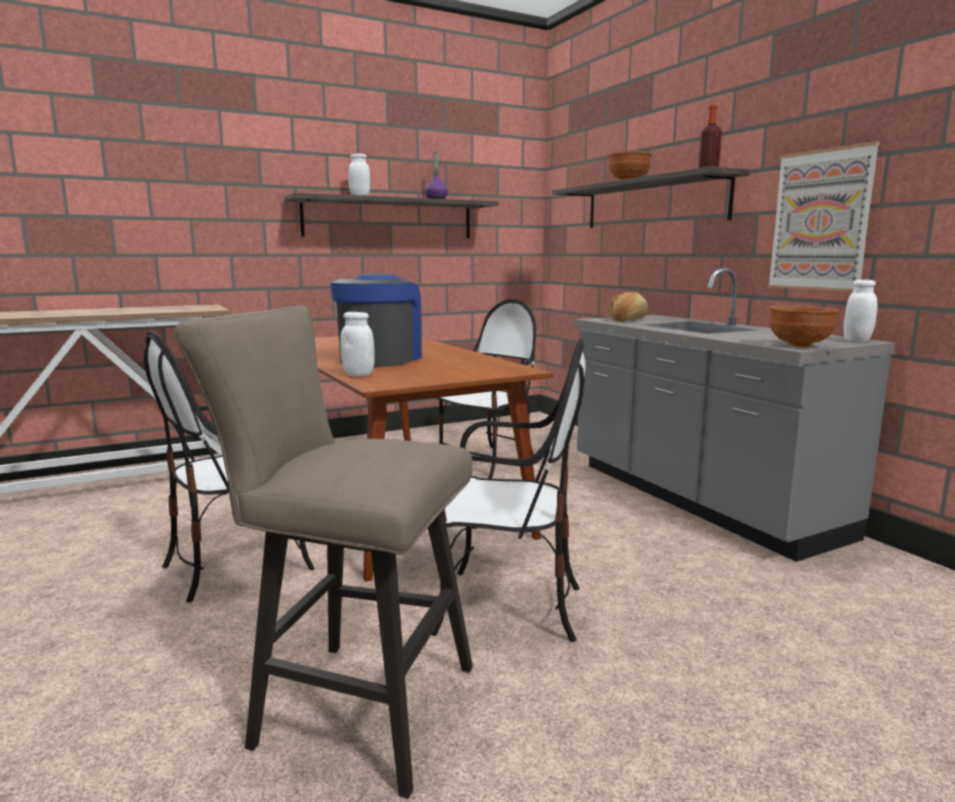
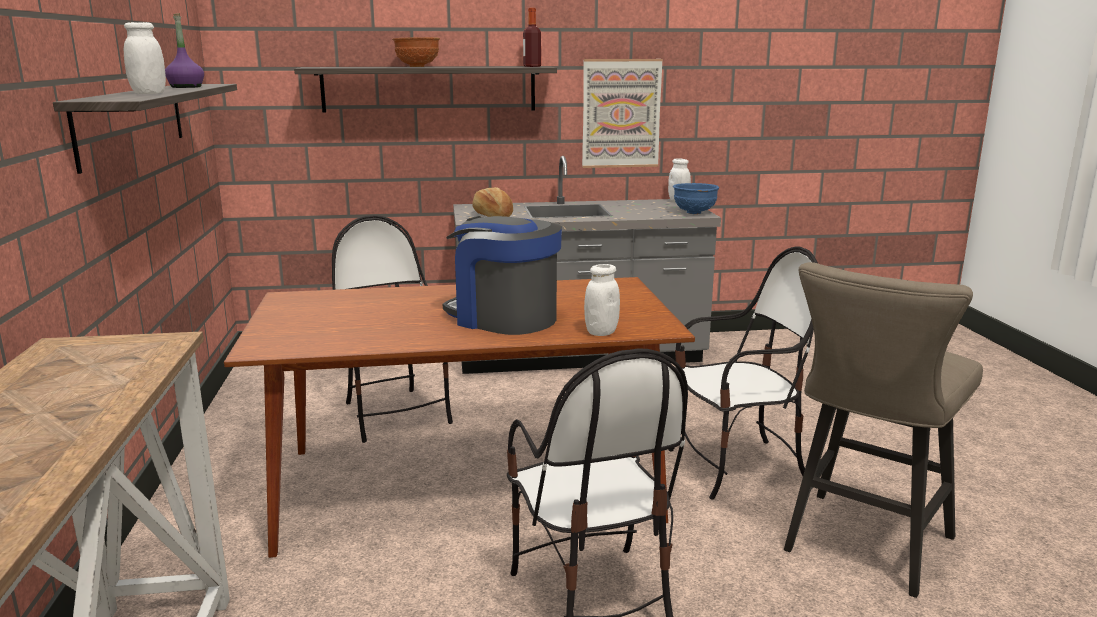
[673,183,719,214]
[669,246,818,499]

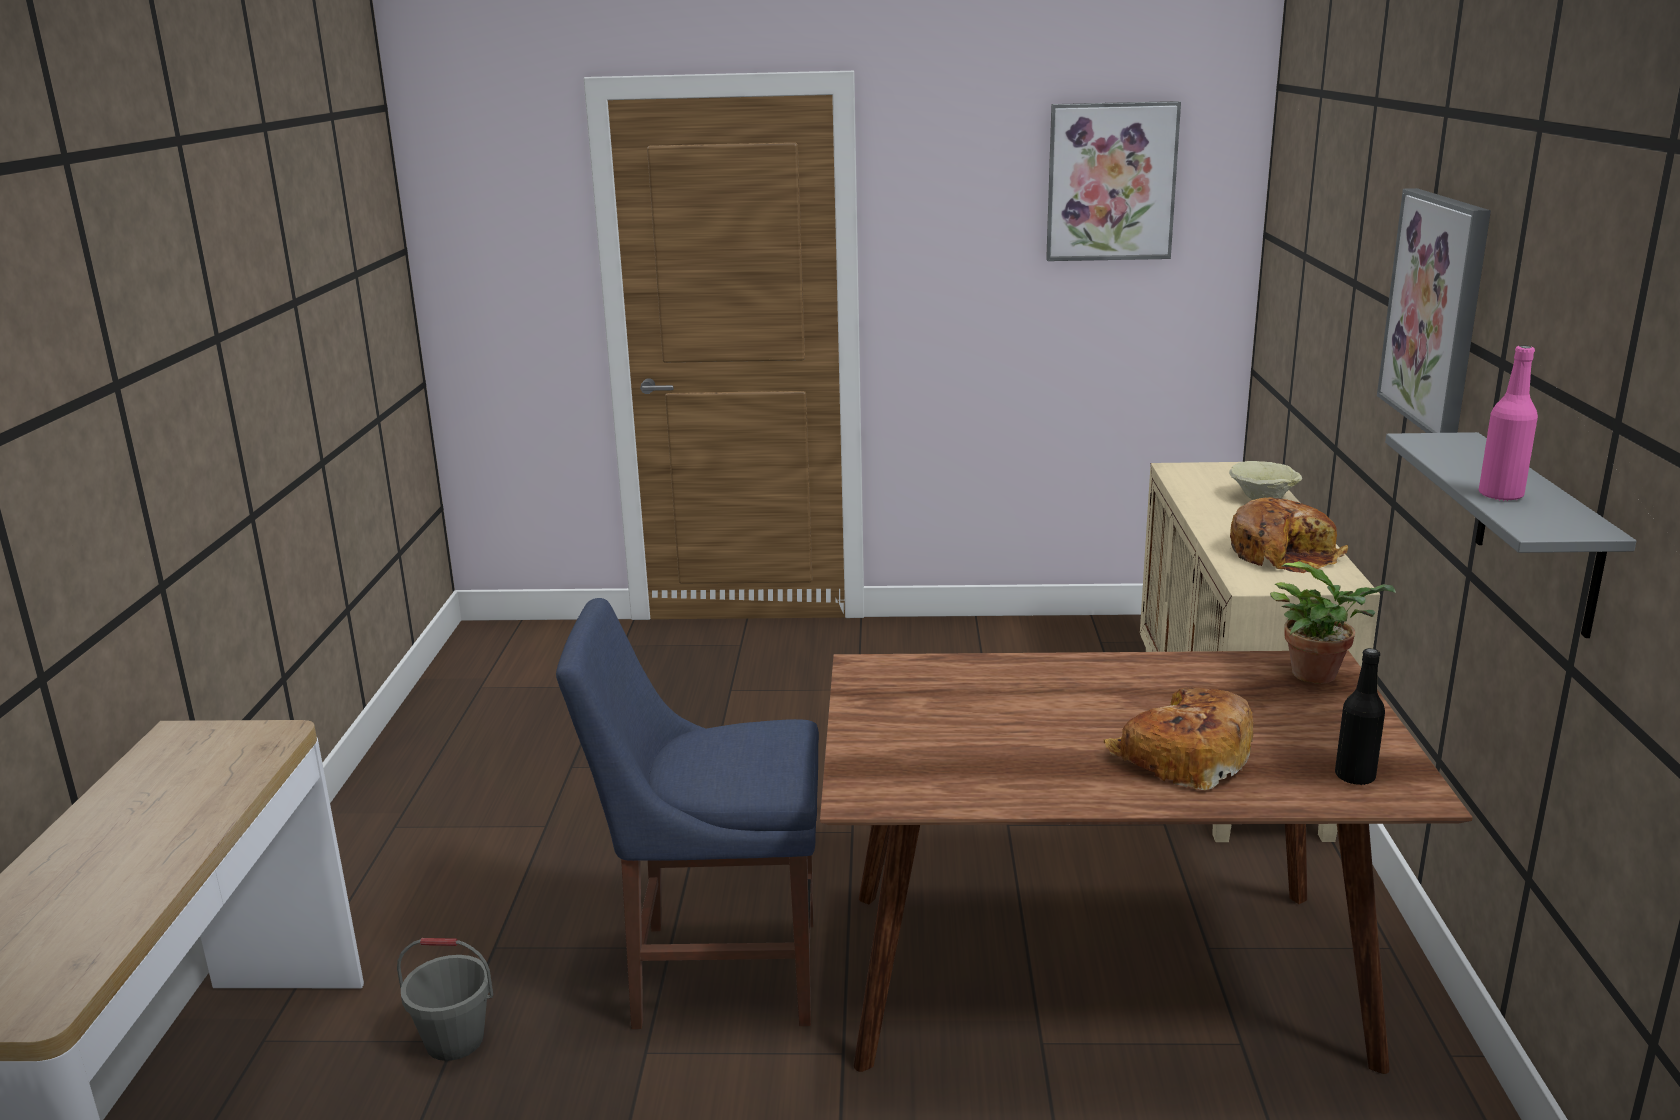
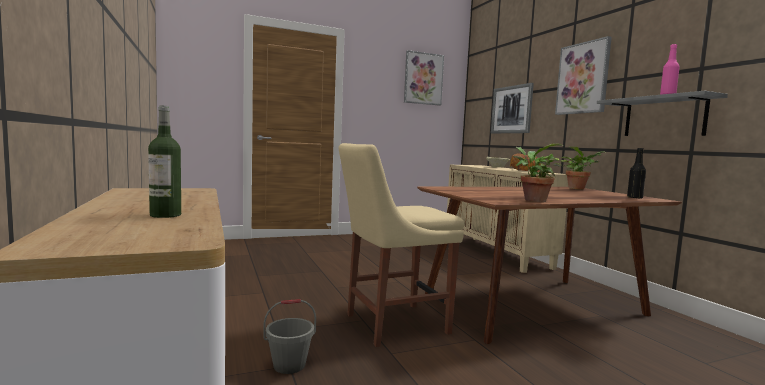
[1104,687,1253,790] (first image)
[148,105,181,218]
[491,83,534,133]
[514,144,562,202]
[339,143,464,347]

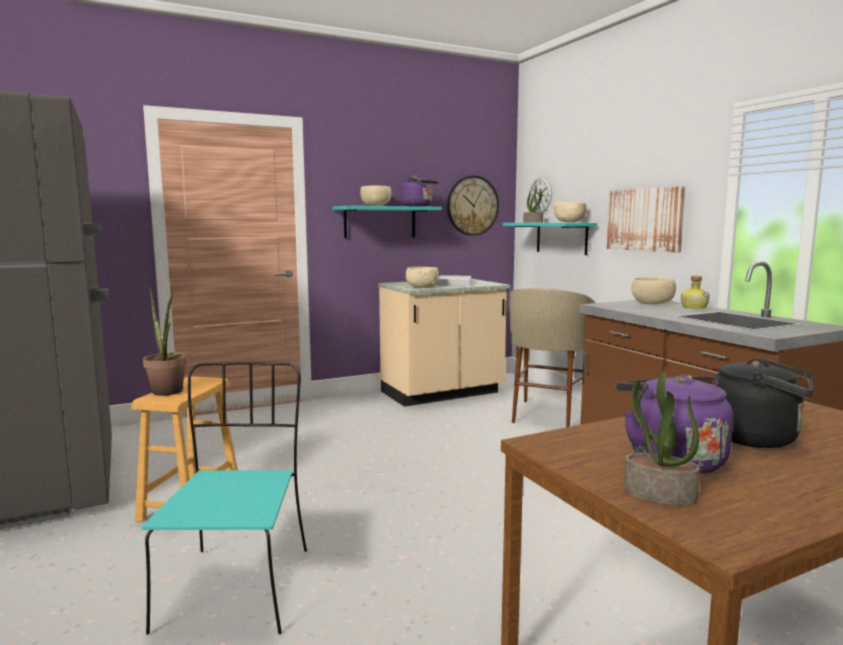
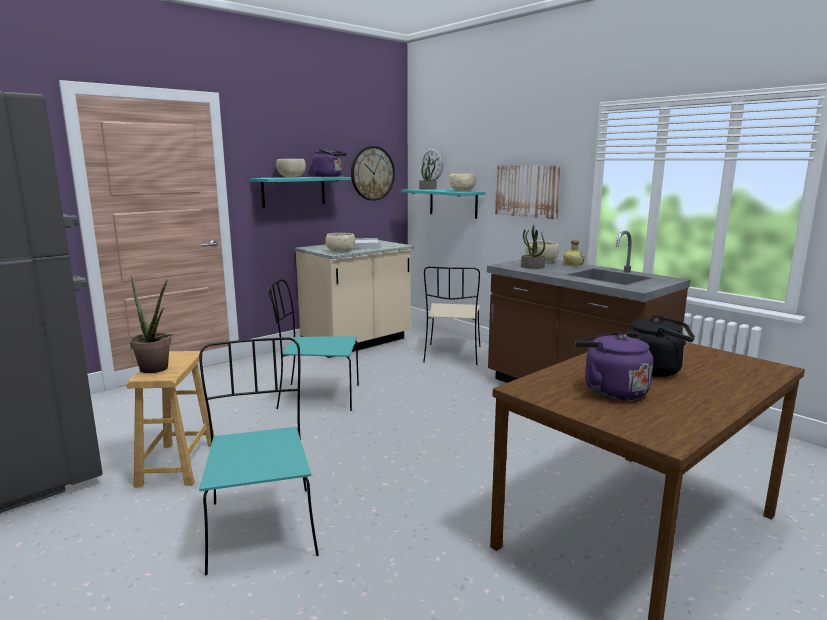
[267,279,359,411]
[521,225,545,269]
[423,267,481,365]

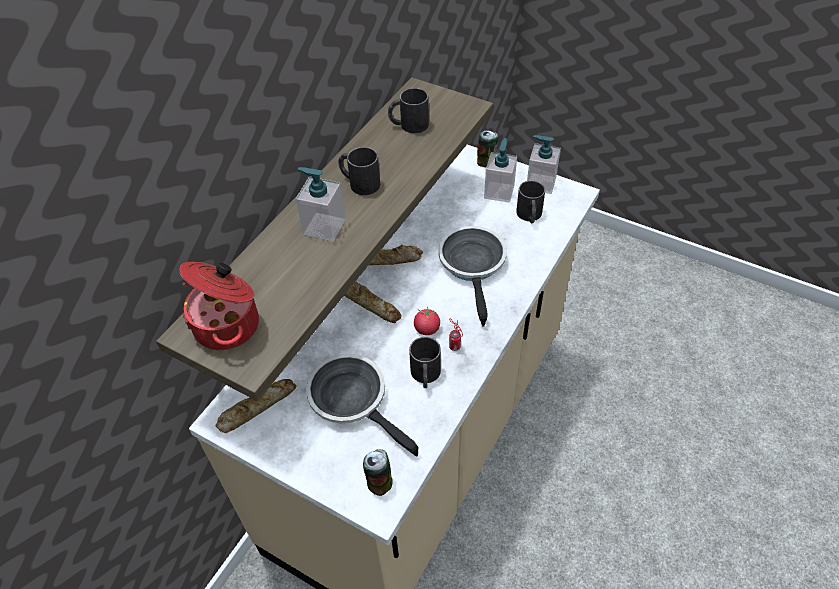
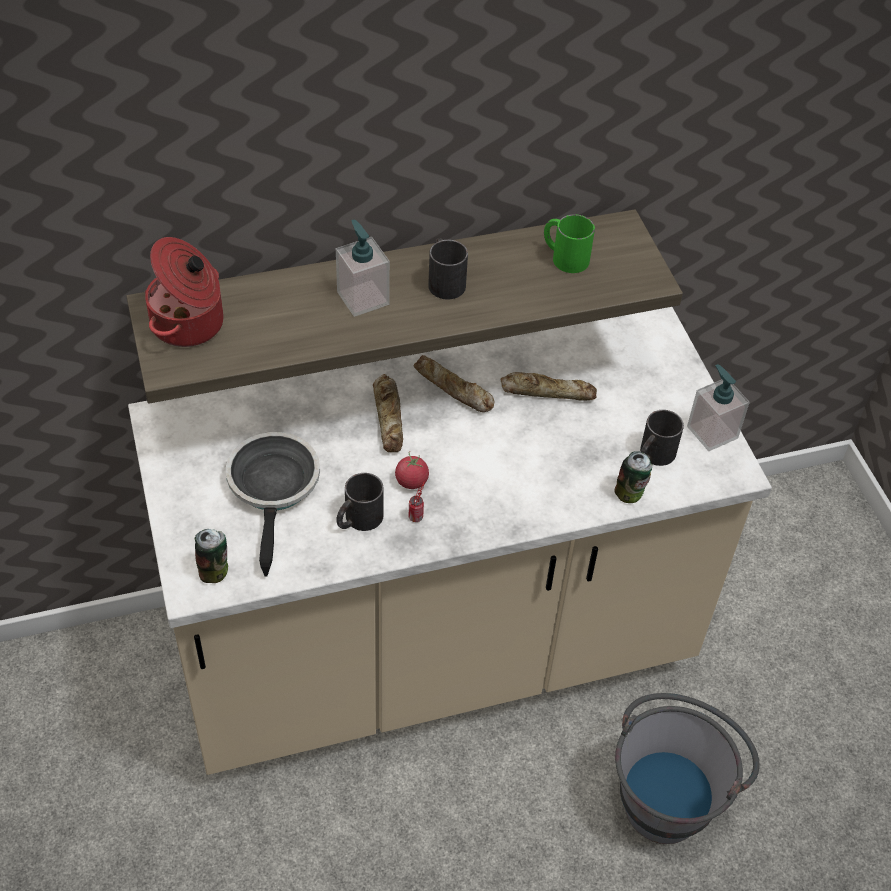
[439,226,507,326] (first image)
[484,138,517,203] (first image)
[615,693,760,844]
[500,372,597,401]
[614,451,652,503]
[544,214,595,273]

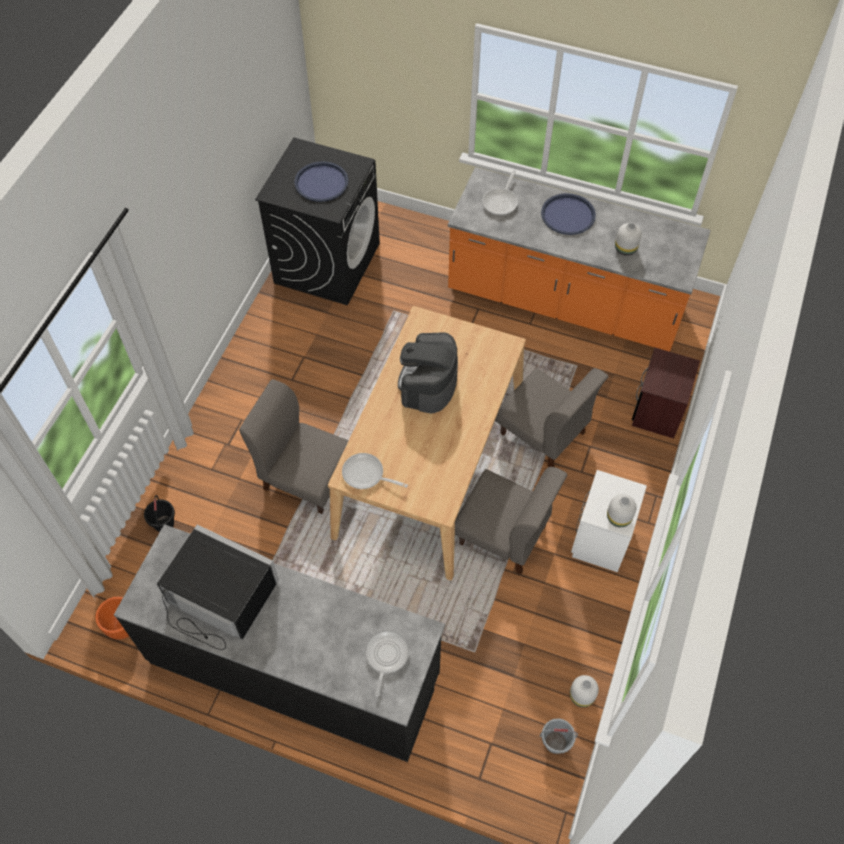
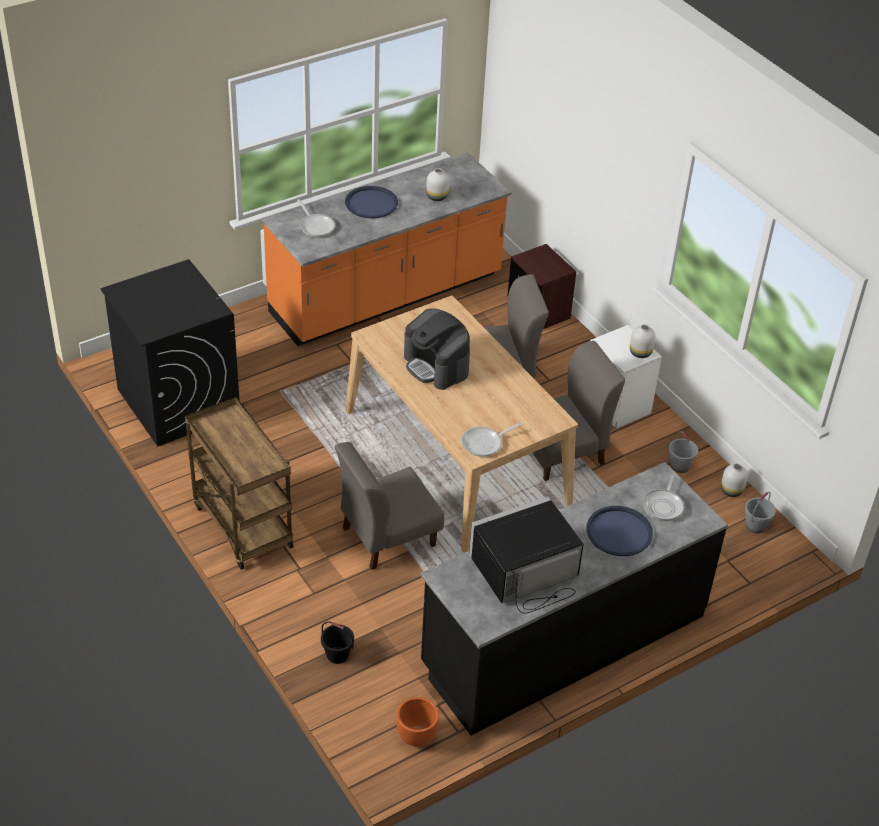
[185,397,294,570]
[668,431,698,473]
[586,506,653,556]
[643,474,684,522]

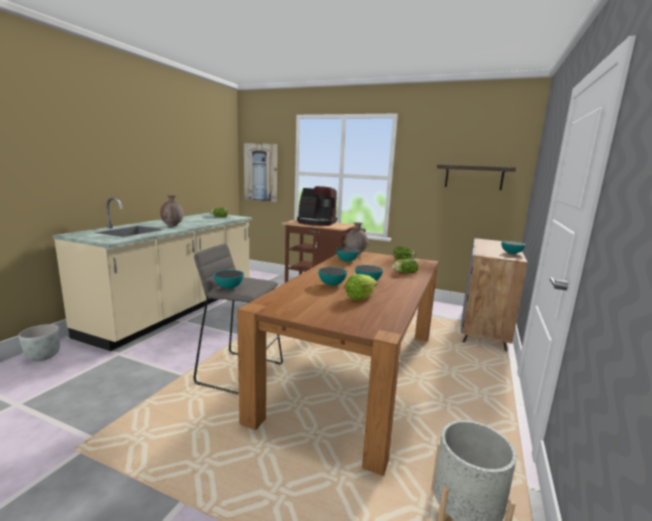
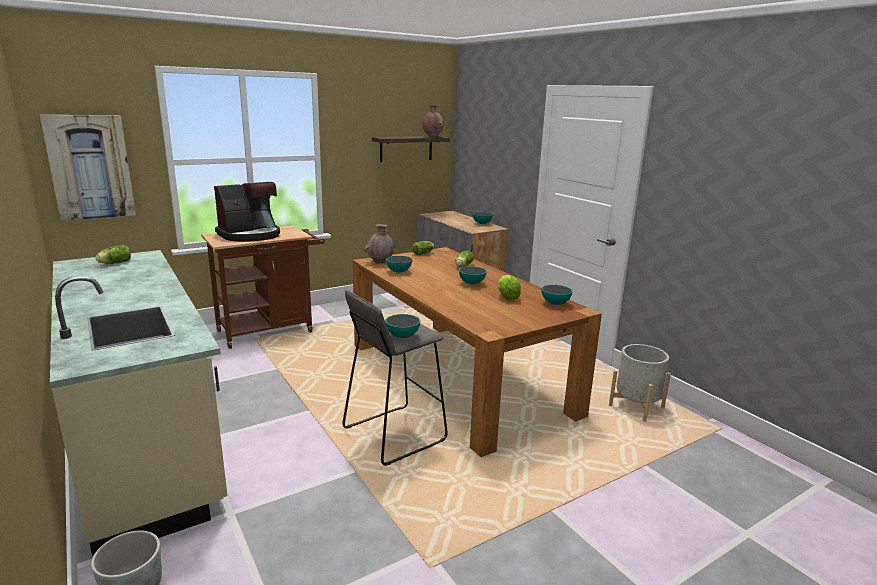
[423,105,444,137]
[541,285,573,305]

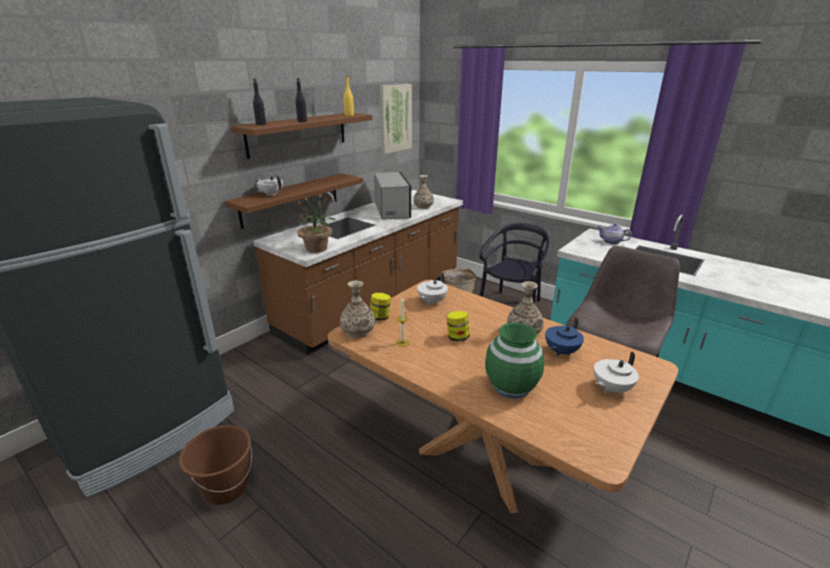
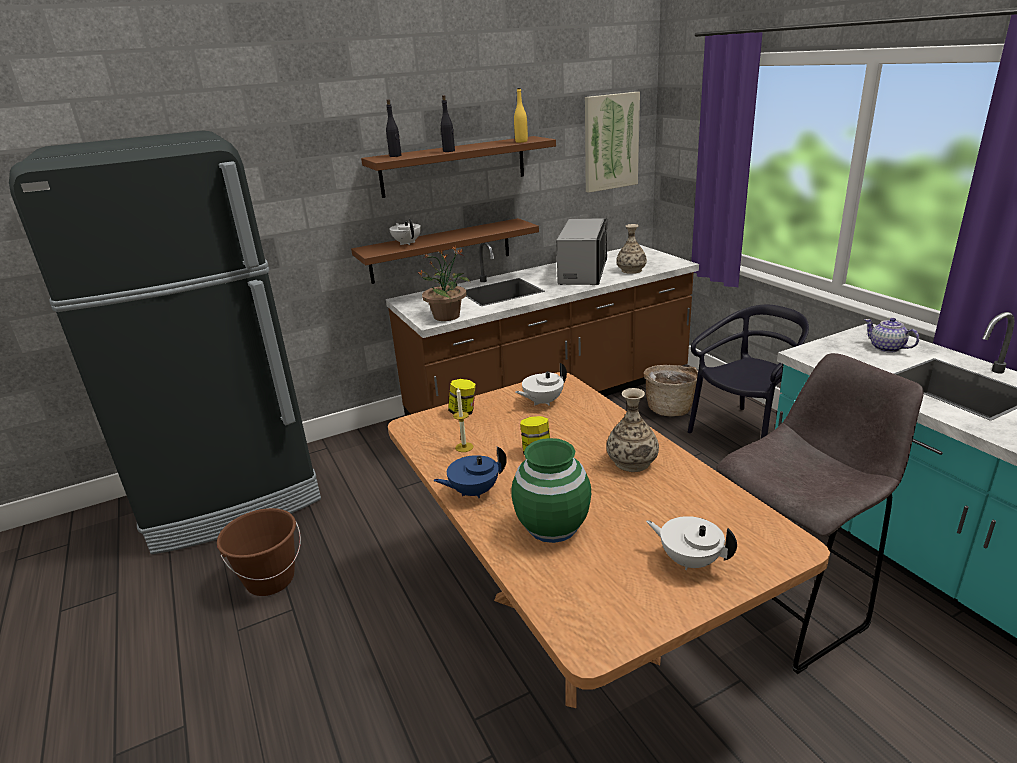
[340,281,375,338] (first image)
[433,446,507,498]
[646,516,737,570]

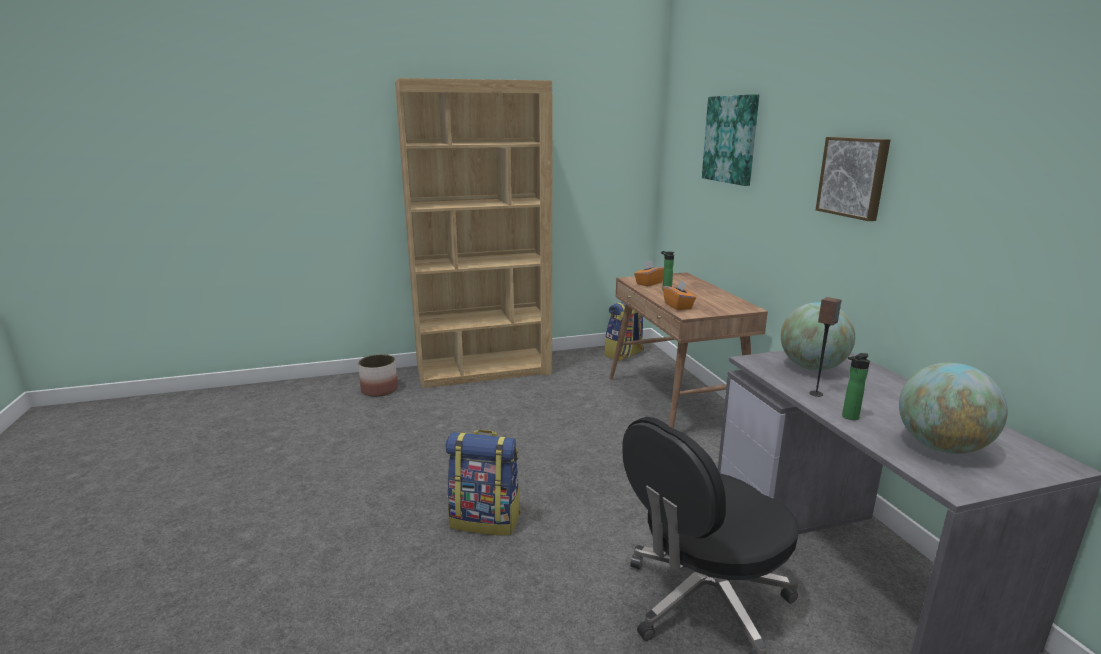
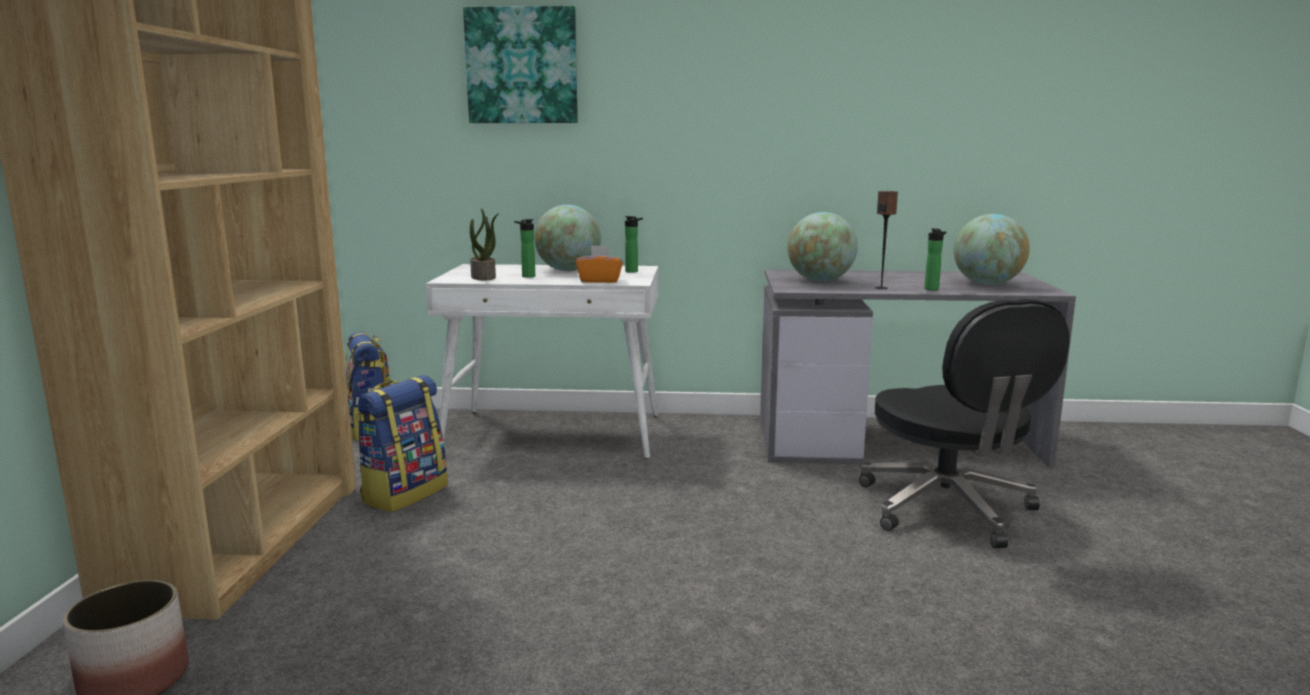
[816,137,890,221] (first image)
[534,205,601,271]
[625,216,643,273]
[355,375,448,512]
[470,208,499,280]
[426,264,658,459]

